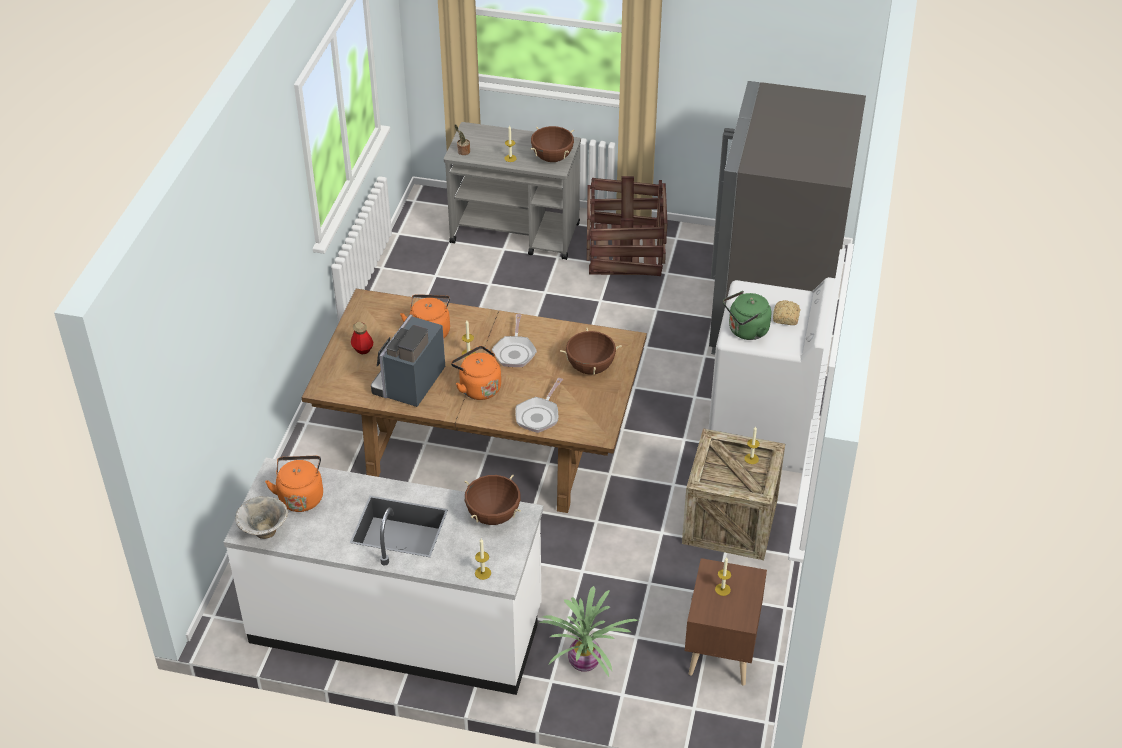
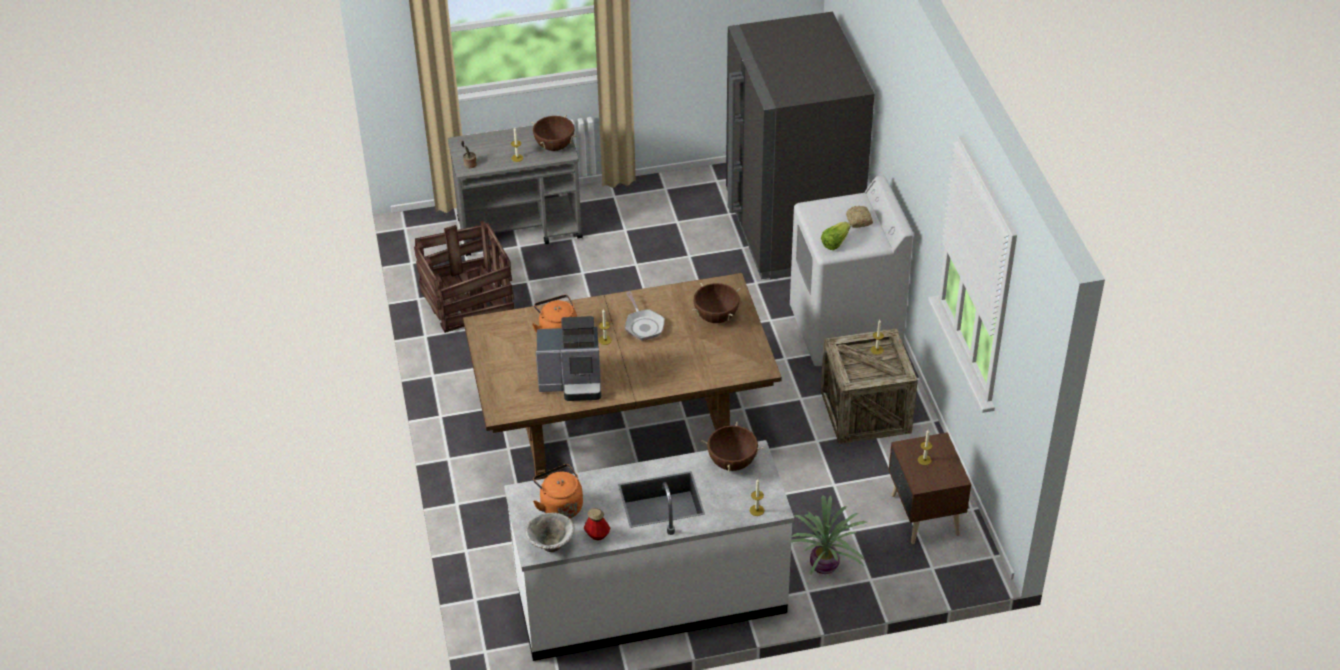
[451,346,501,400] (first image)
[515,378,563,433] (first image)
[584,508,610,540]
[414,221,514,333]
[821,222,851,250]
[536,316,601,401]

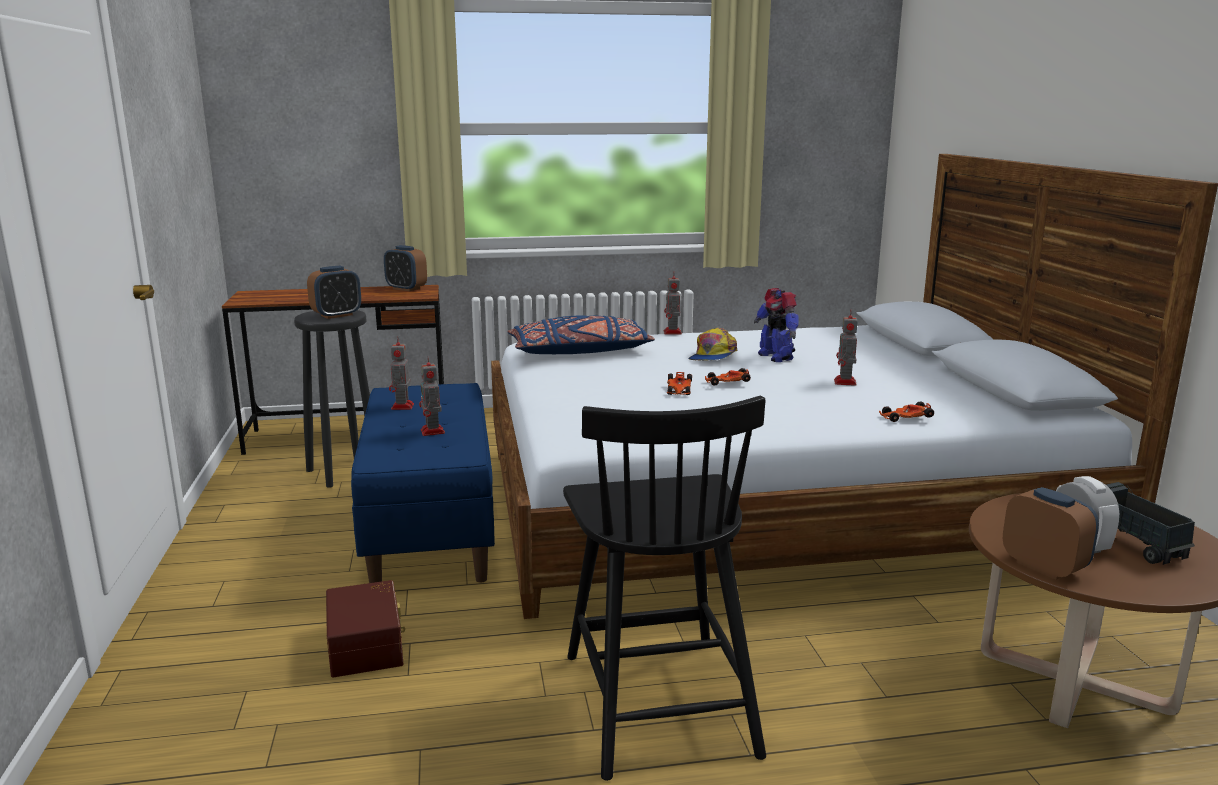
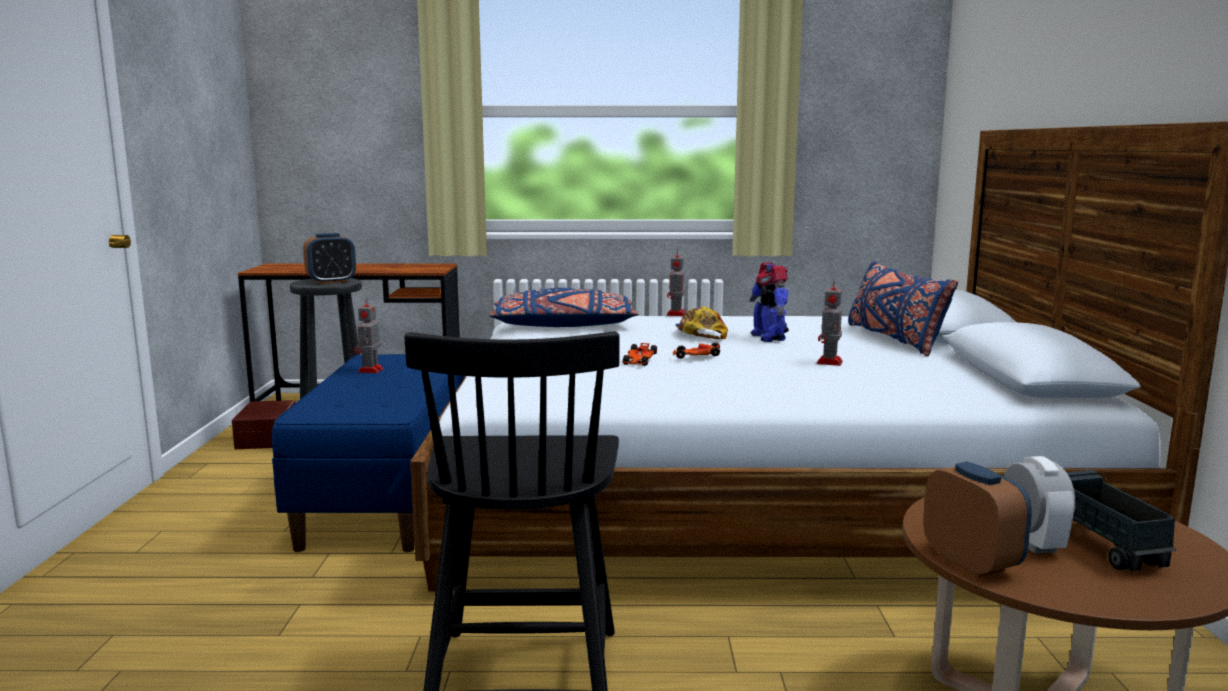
[384,245,427,291] (first image)
[419,357,445,436] (first image)
[879,402,934,422] (first image)
[848,262,958,356]
[232,400,295,449]
[675,306,728,339]

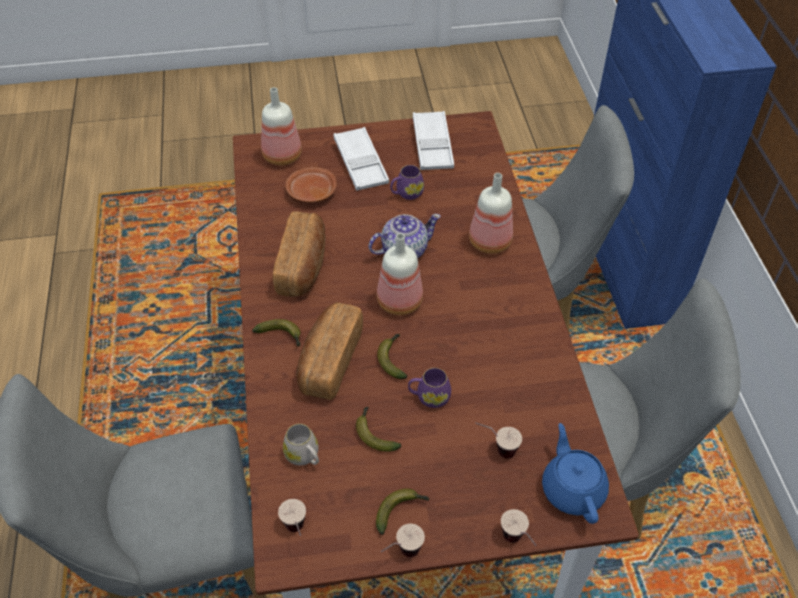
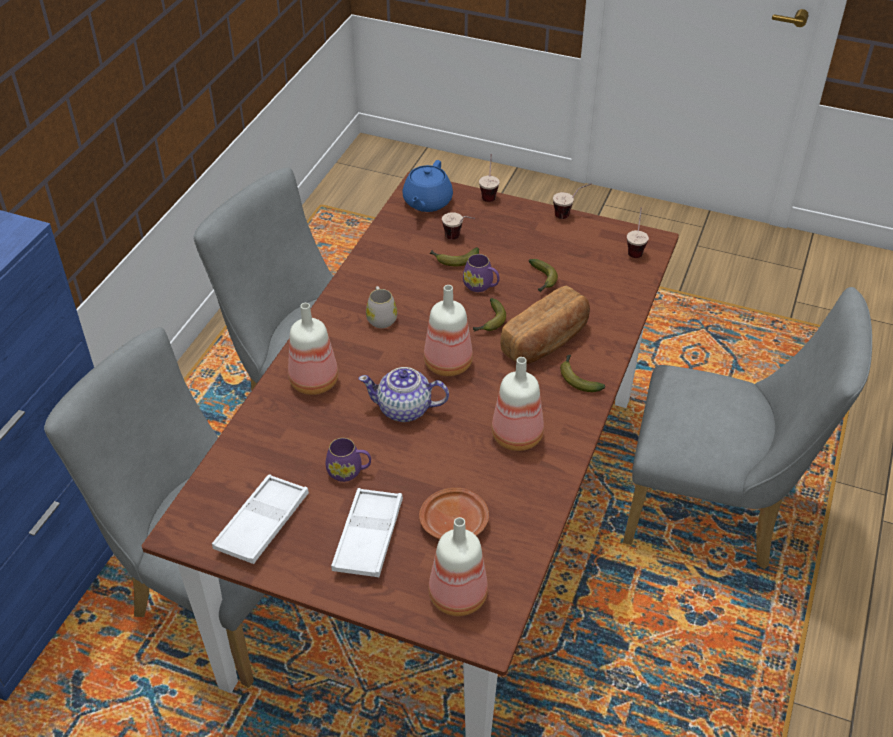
[366,286,397,328]
[430,247,479,266]
[492,357,544,451]

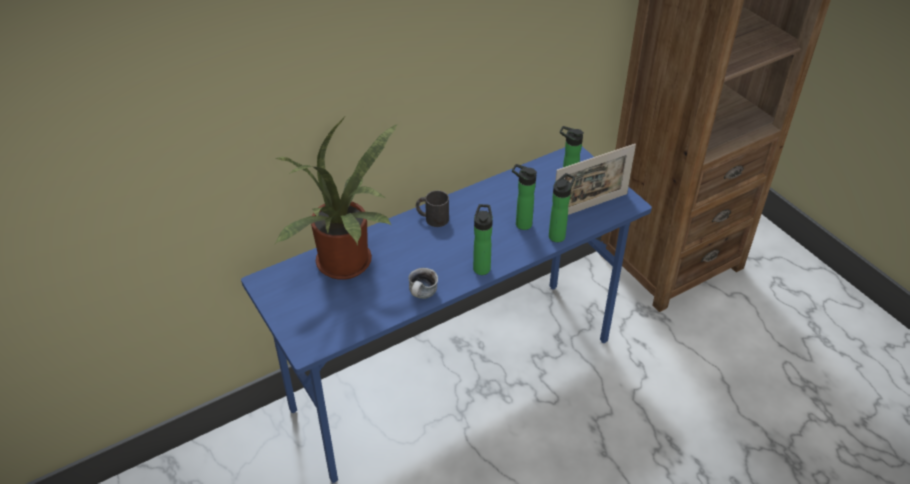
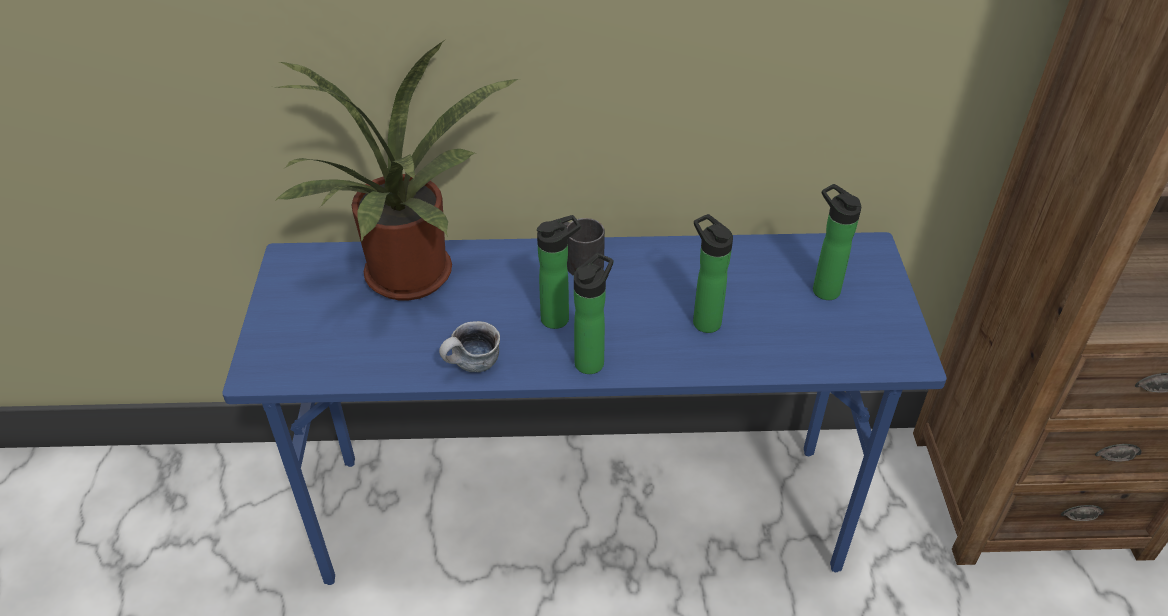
[555,144,636,215] (first image)
[537,215,581,329]

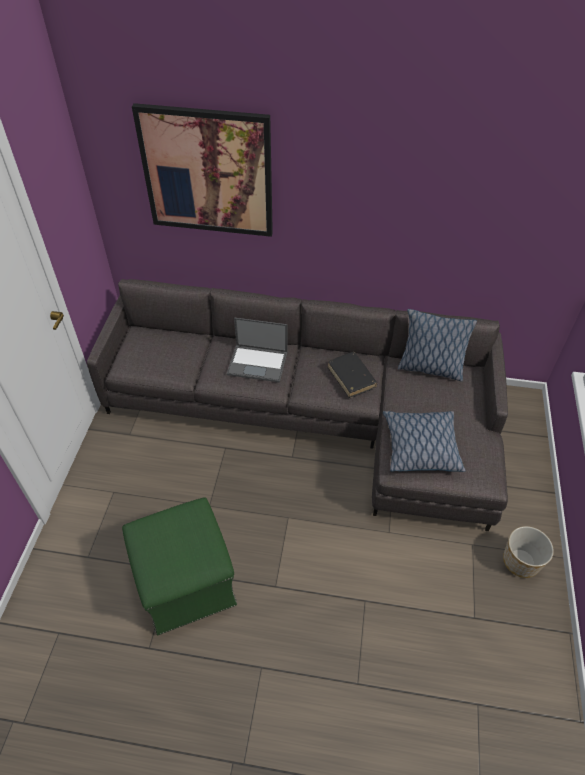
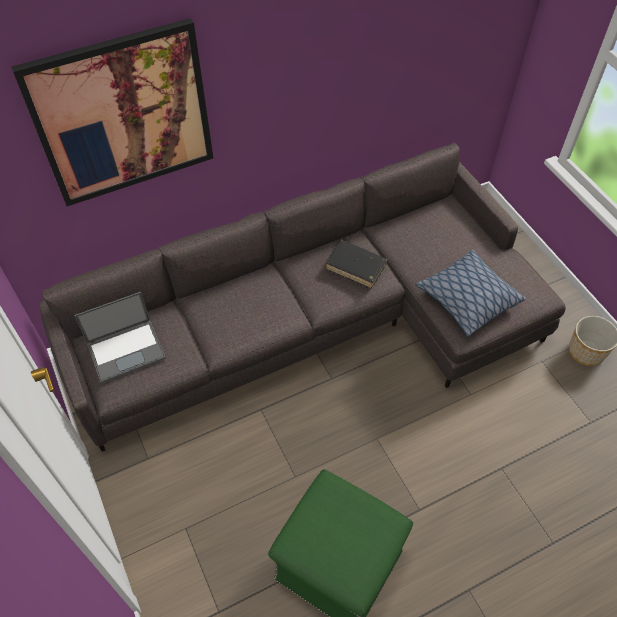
[398,309,477,382] (first image)
[74,292,166,383]

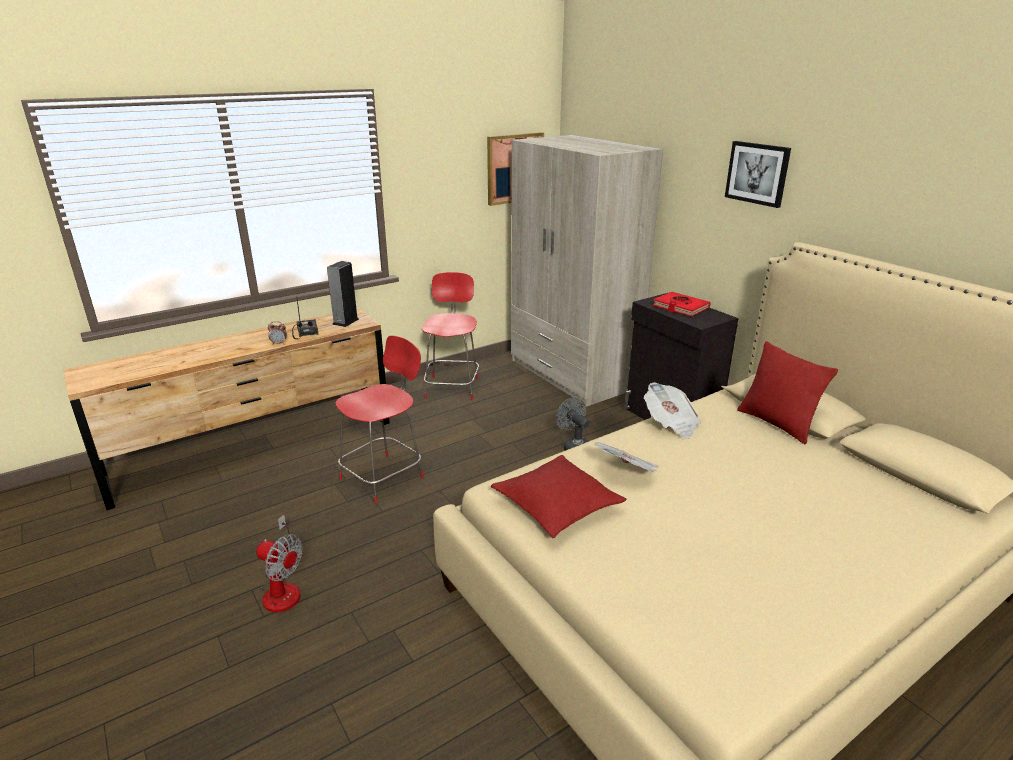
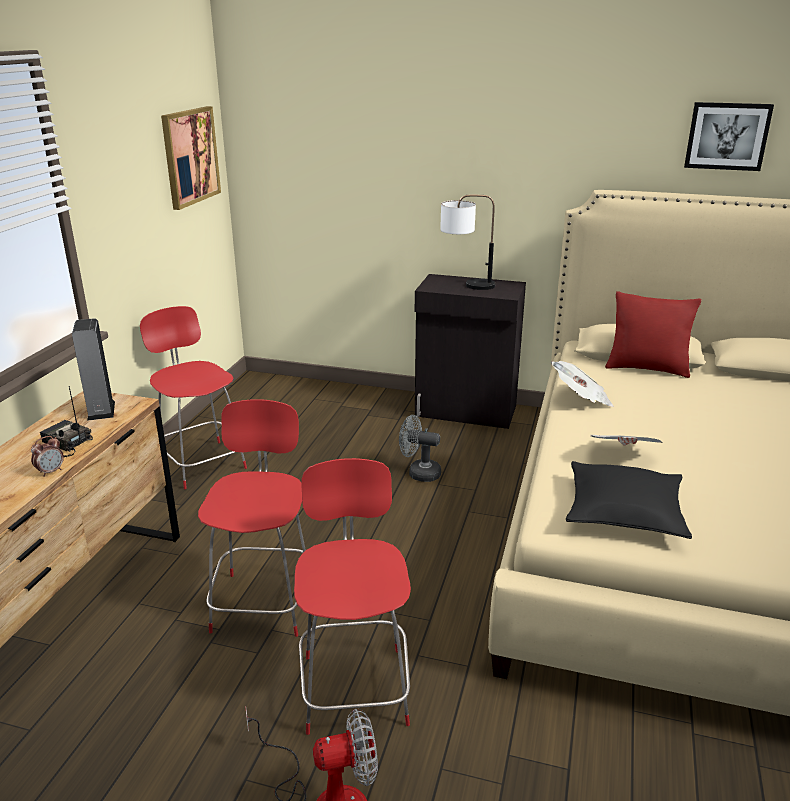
[511,135,663,407] (first image)
[294,458,411,735]
[684,102,774,171]
[440,195,495,290]
[566,461,692,539]

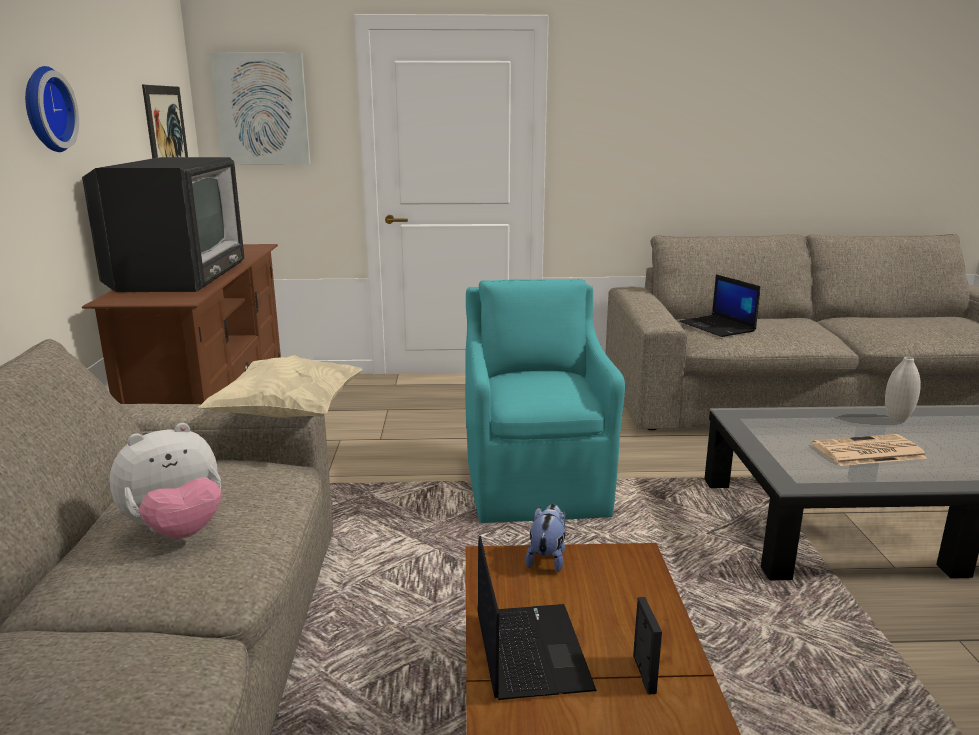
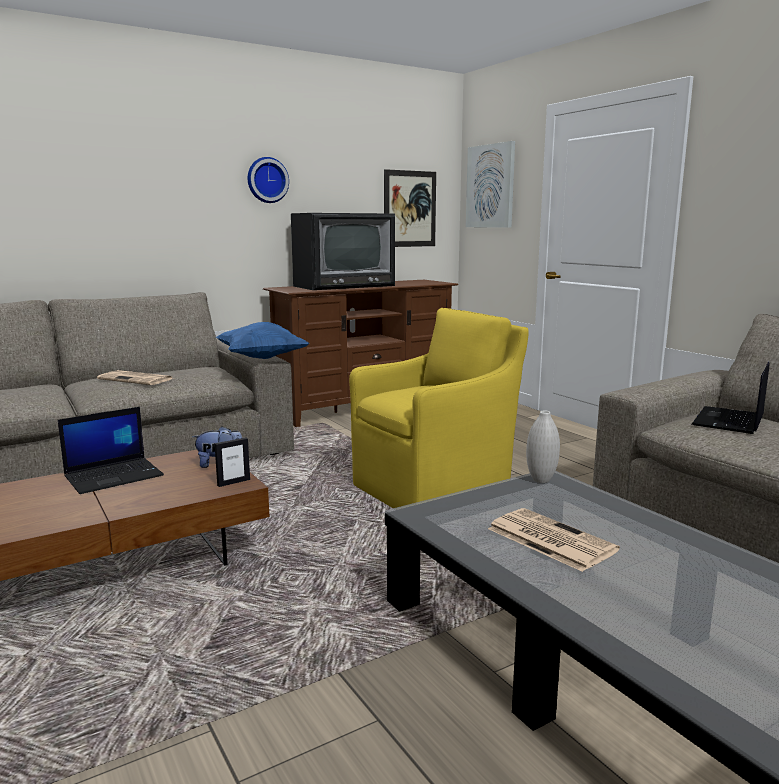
[215,438,250,487]
[526,411,560,483]
[97,370,174,385]
[216,322,310,359]
[349,308,529,508]

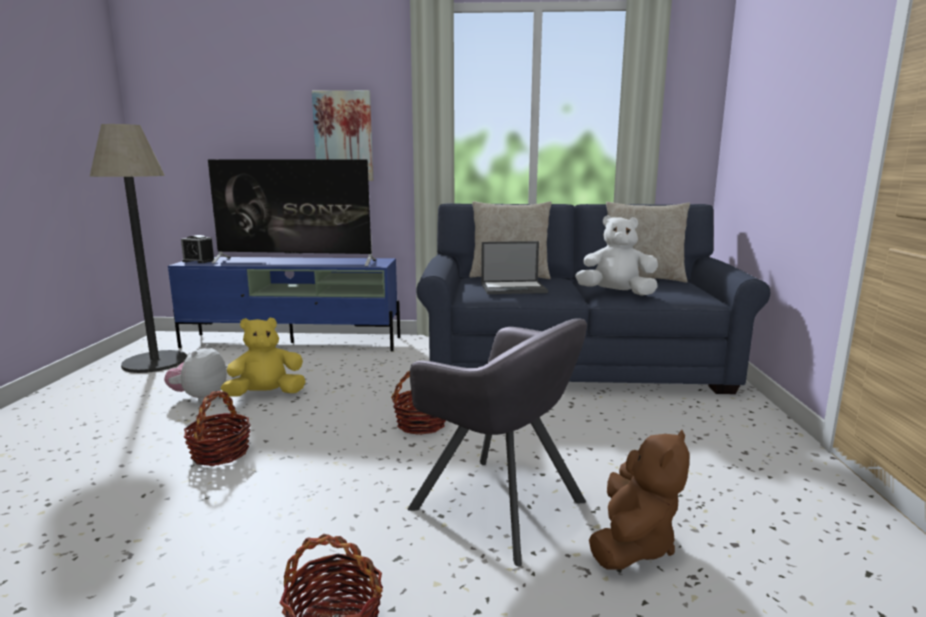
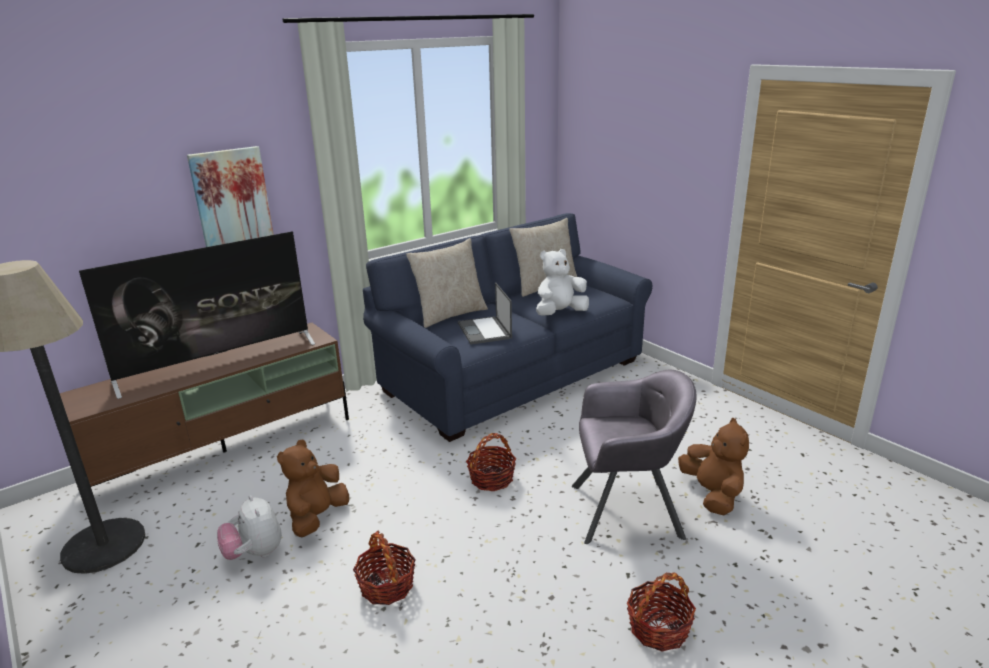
[181,235,215,263] (first image)
[60,323,349,487]
[277,439,349,537]
[458,282,512,345]

